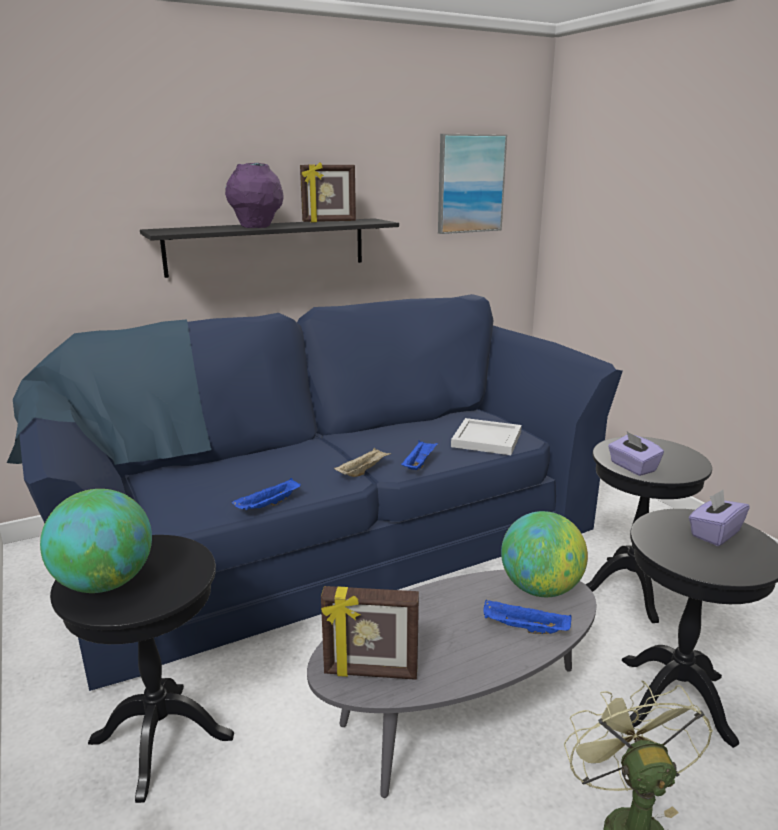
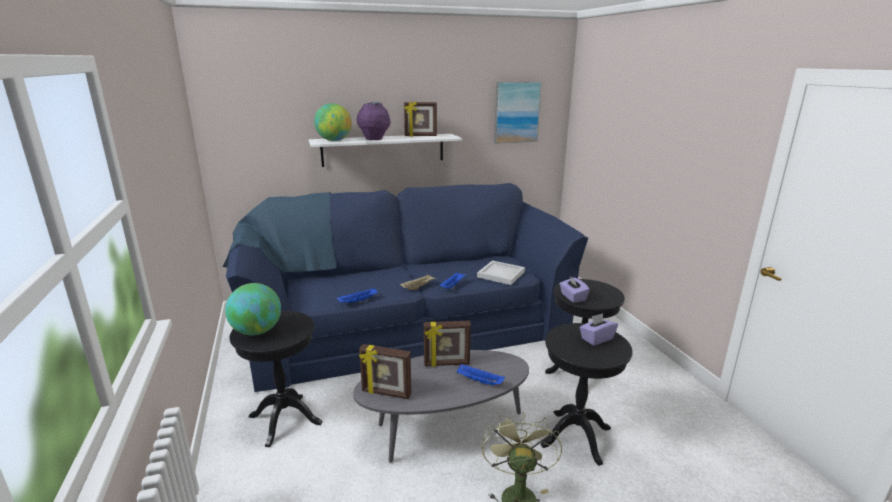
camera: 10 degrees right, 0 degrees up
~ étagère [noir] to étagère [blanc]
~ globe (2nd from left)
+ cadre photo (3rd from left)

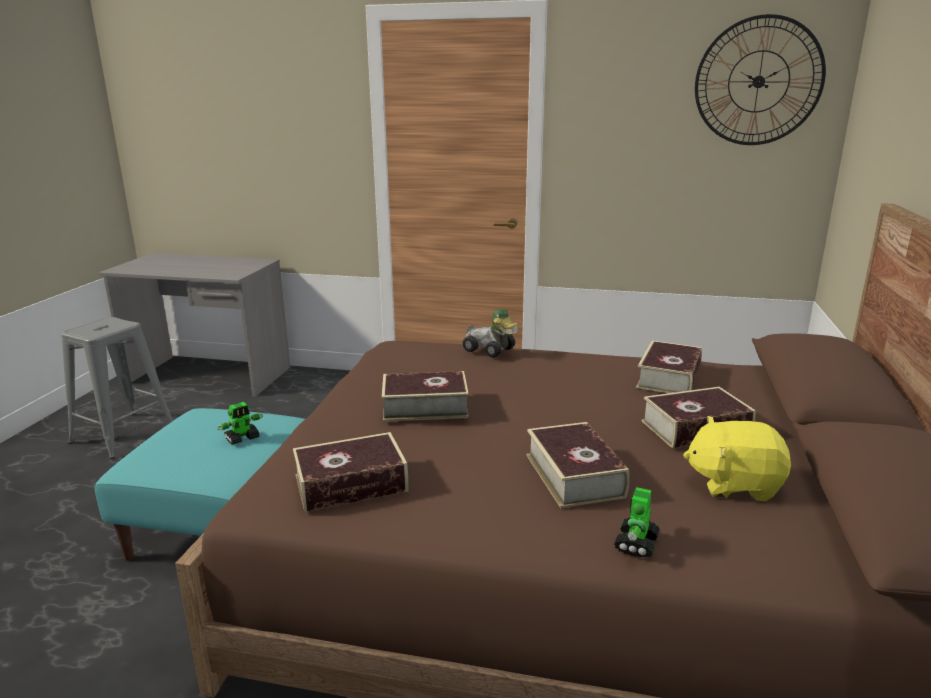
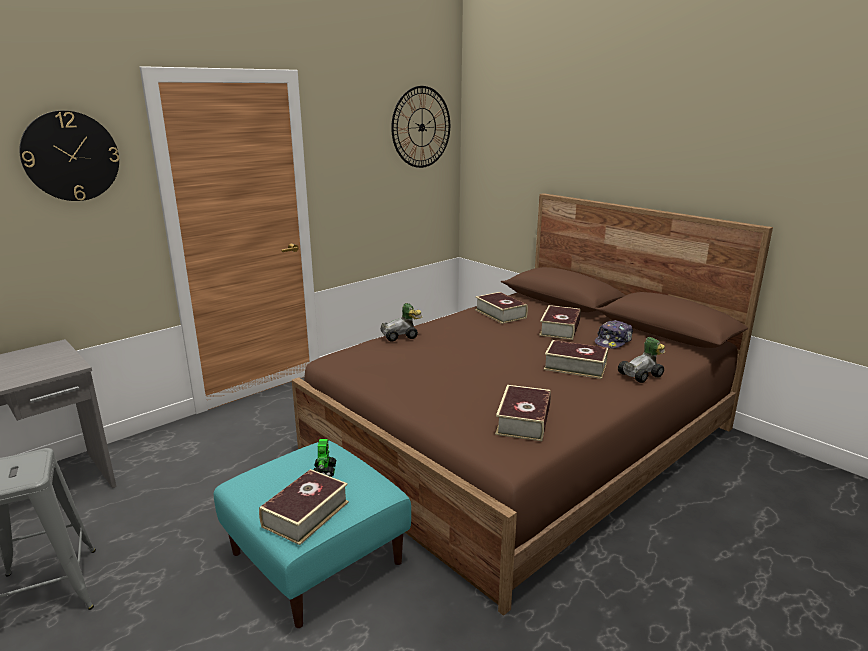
camera: 55 degrees left, 0 degrees up
~ livre (2nd from left in the first image) to livre (1st from left)
~ peluche [jaune] to casquette
~ robot jouet (2nd from left) to petite voiture (2nd from left)
+ horloge murale (1st from left)

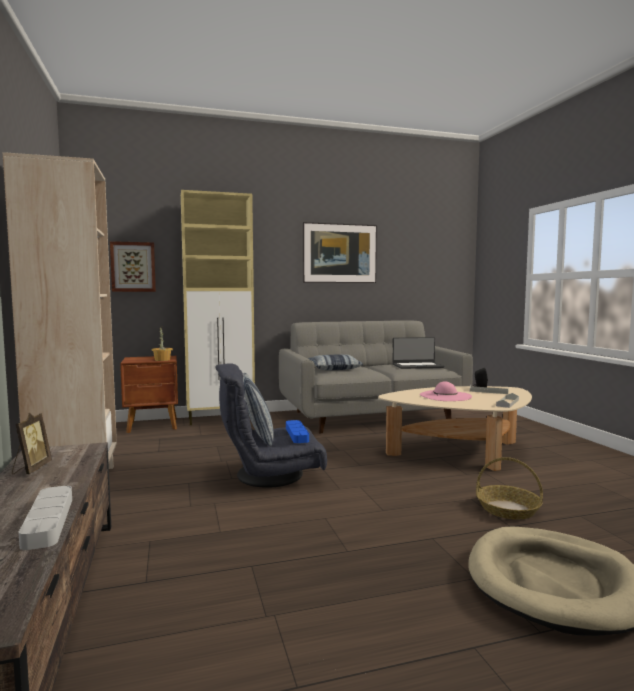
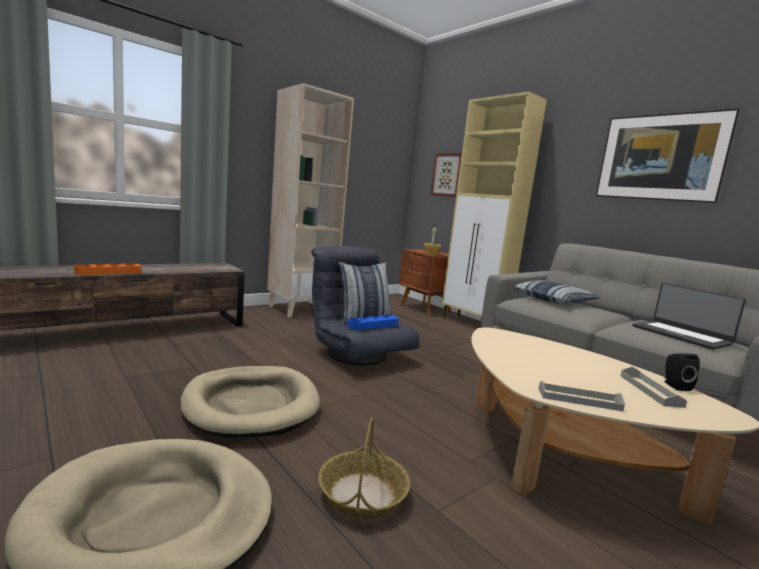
camera: 65 degrees right, 5 degrees up
- chapeau [rose]
- cadre photo
~ plateau [gris] (1st from left) to plateau [orange]
+ panier pour chien [beige] (2nd from left)

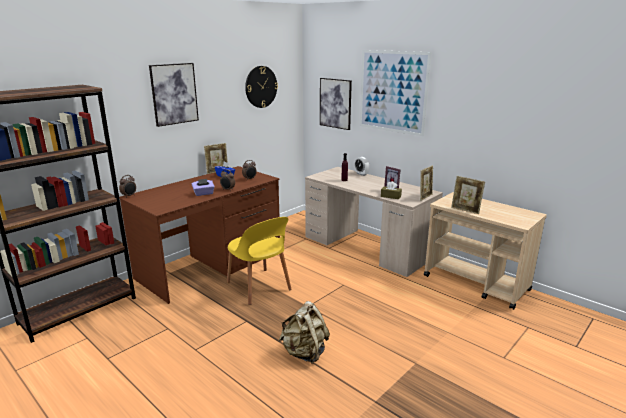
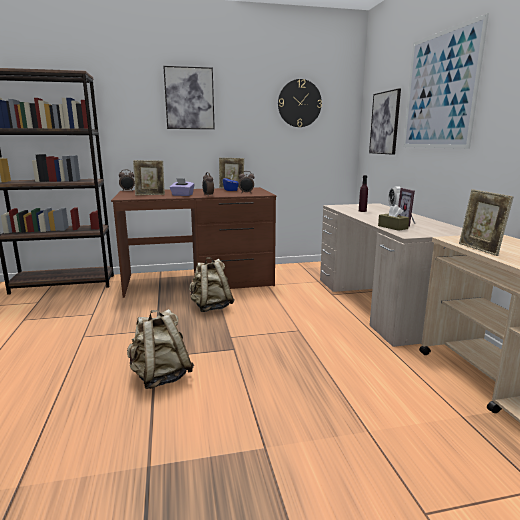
camera: 35 degrees right, 5 degrees down
~ cadre photo (3rd from left in the first image) to cadre photo (1st from left)
~ chaise [jaune] to sac à dos [beige] (2nd from left)

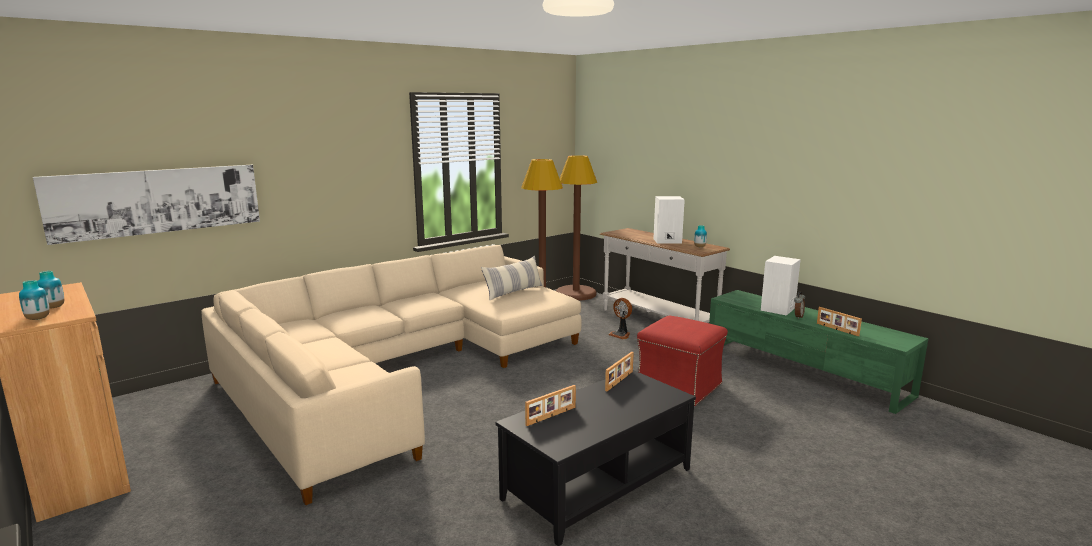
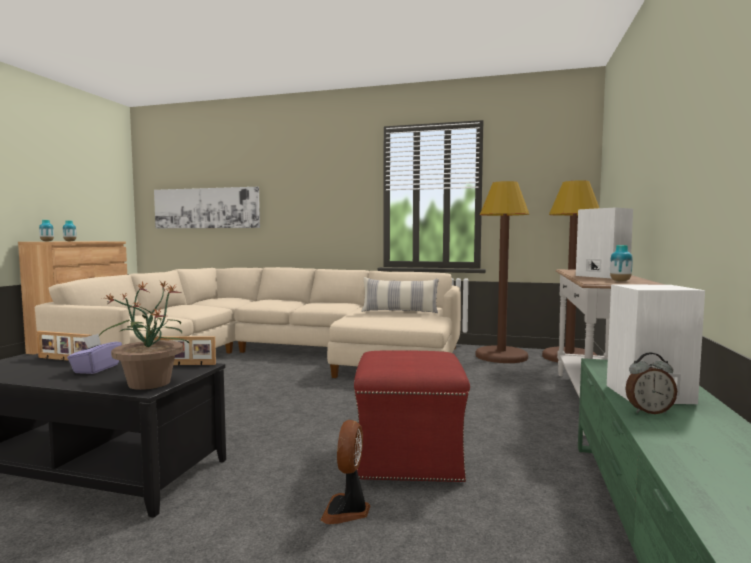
camera: 55 degrees right, 10 degrees down
~ ventilateur
- cadre photo (3rd from left)
+ plante en pot
+ boîte à mouchoirs [violet]

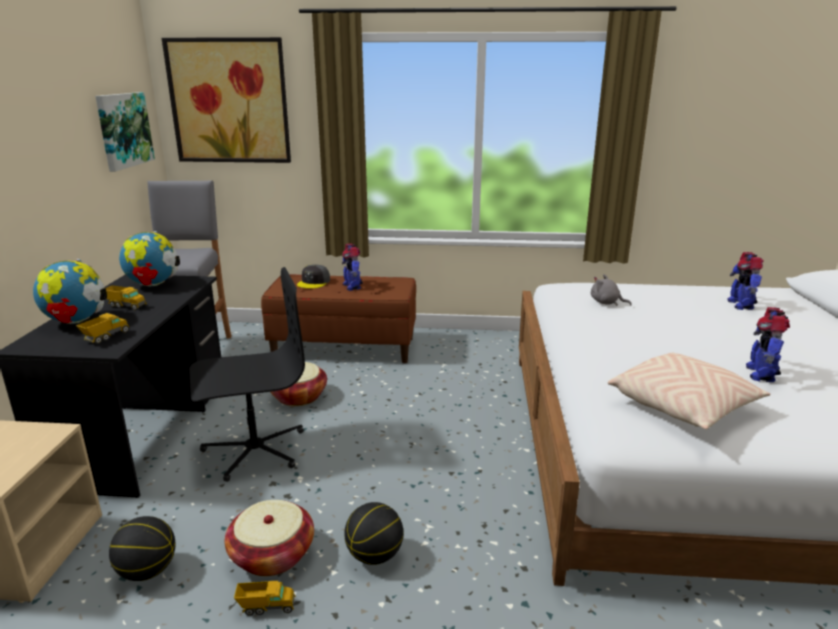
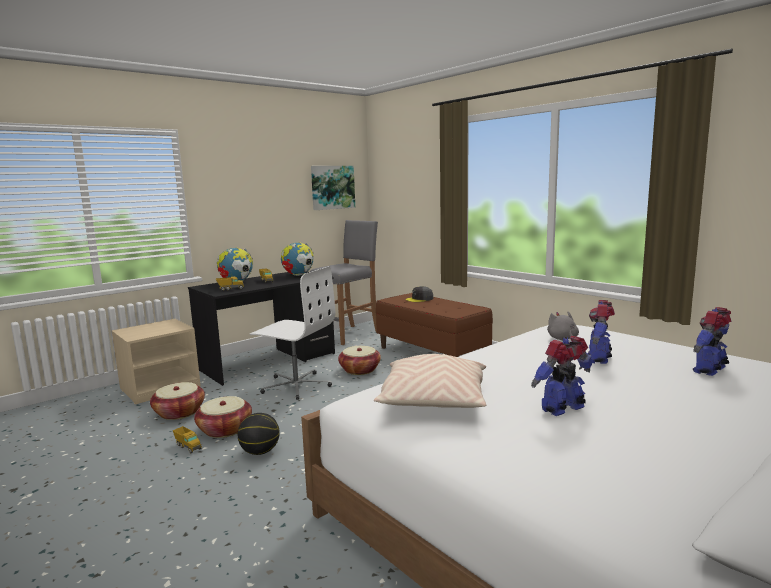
camera: 45 degrees right, 10 degrees down
- tableau (2nd from left)
~ robot jouet (1st from left in the first image) to robot jouet (2nd from left)
~ chaise de bureau [noir] to chaise de bureau [blanc]
~ ballon de basket (1st from left) to panier (1st from left)

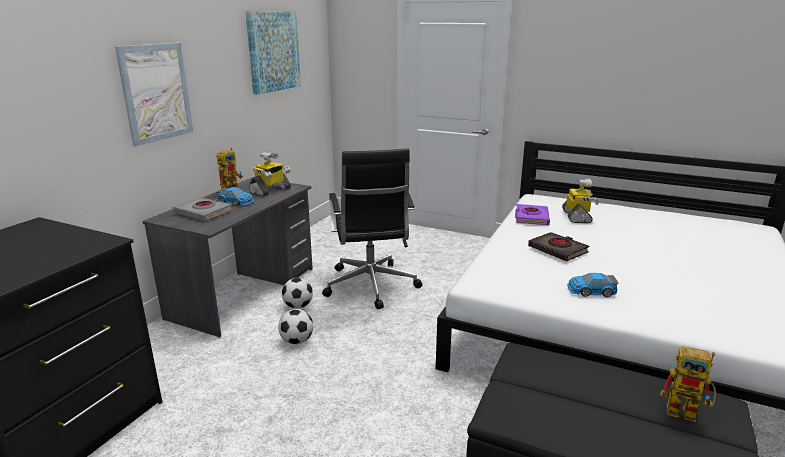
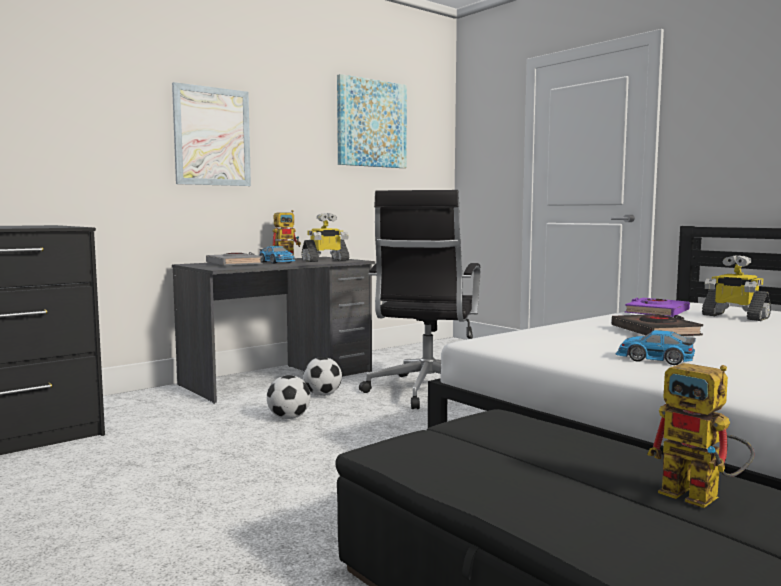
camera: 25 degrees right, 15 degrees down
~ robot jouet (3rd from left in the first image) 105 degrees clockwise

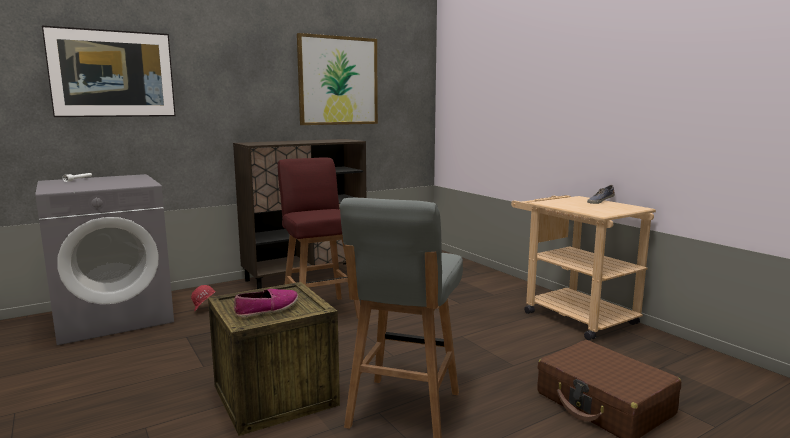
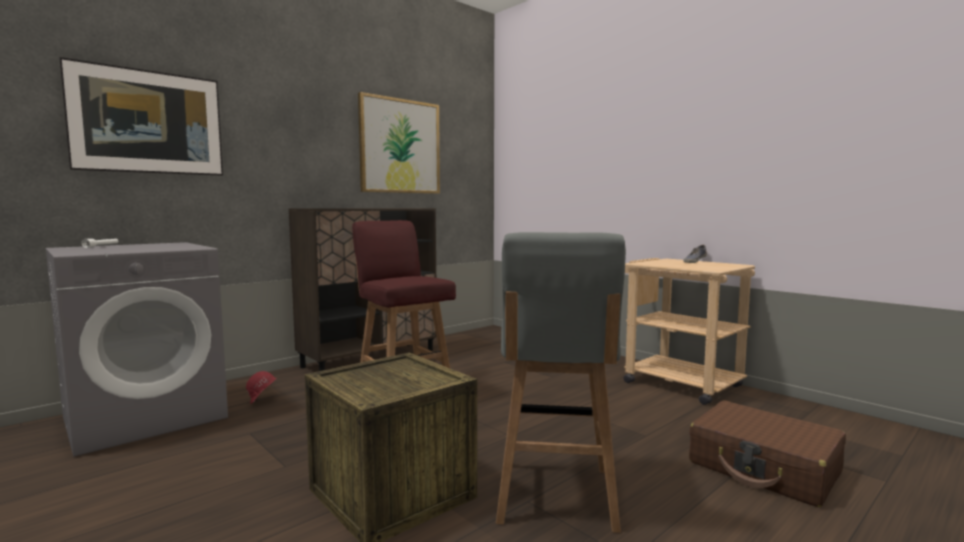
camera: 10 degrees left, 5 degrees down
- chaussure (1st from left)

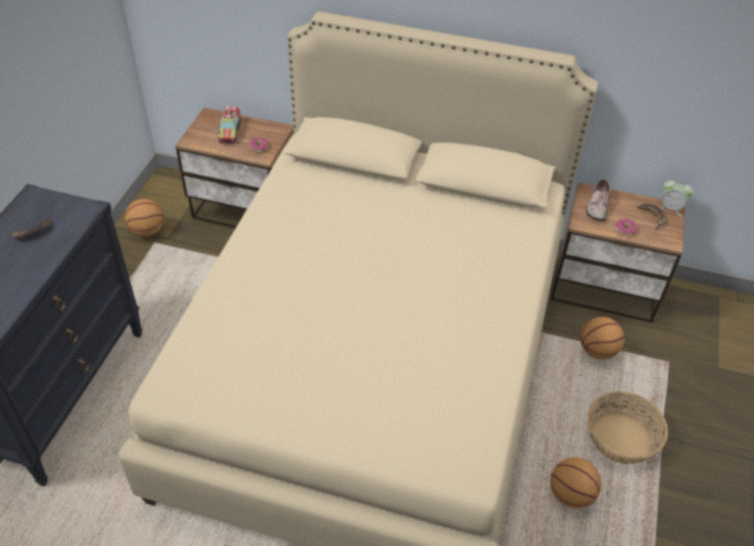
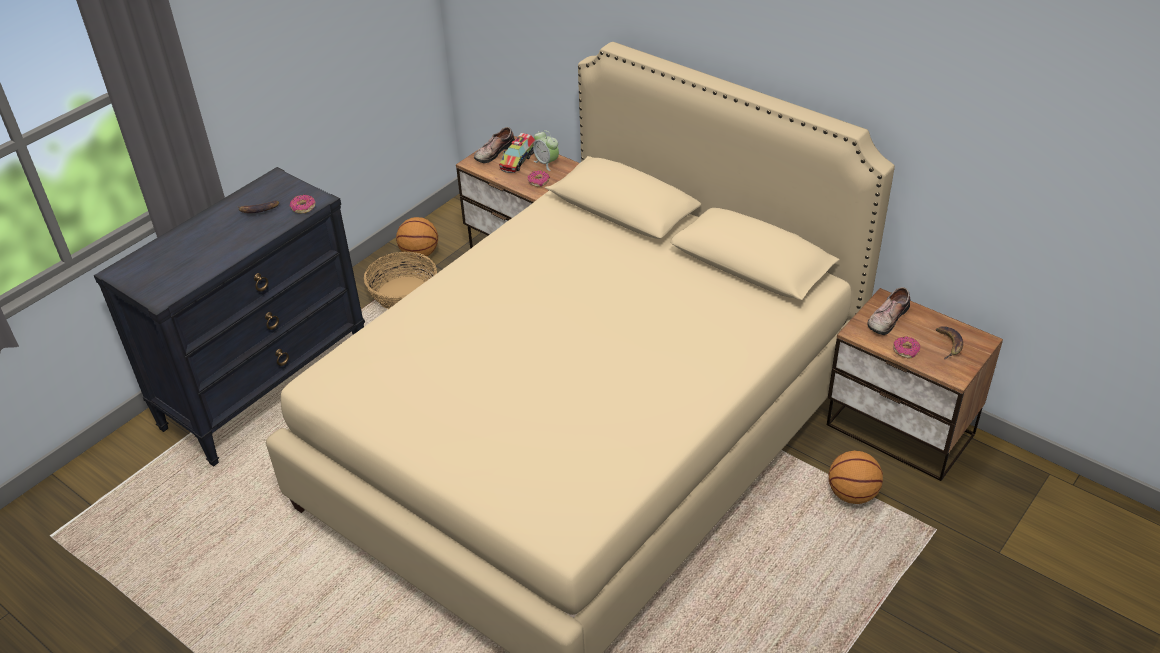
camera: 25 degrees right, 5 degrees down
~ réveil
~ panier
- ballon de basket (2nd from left)
+ chaussure (1st from left)
+ beignet (1st from left)

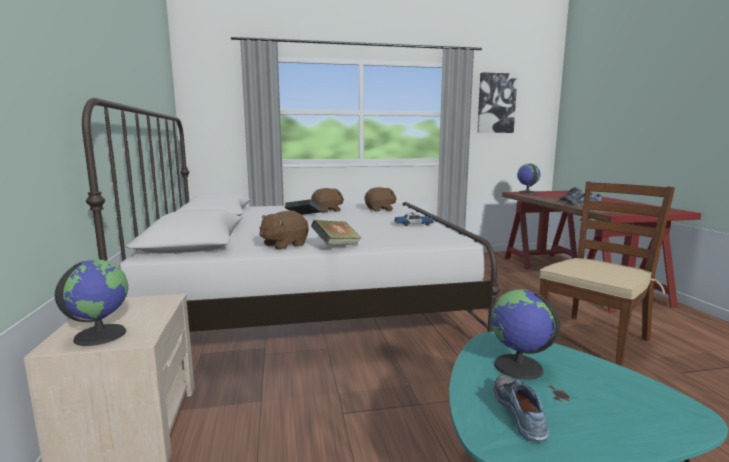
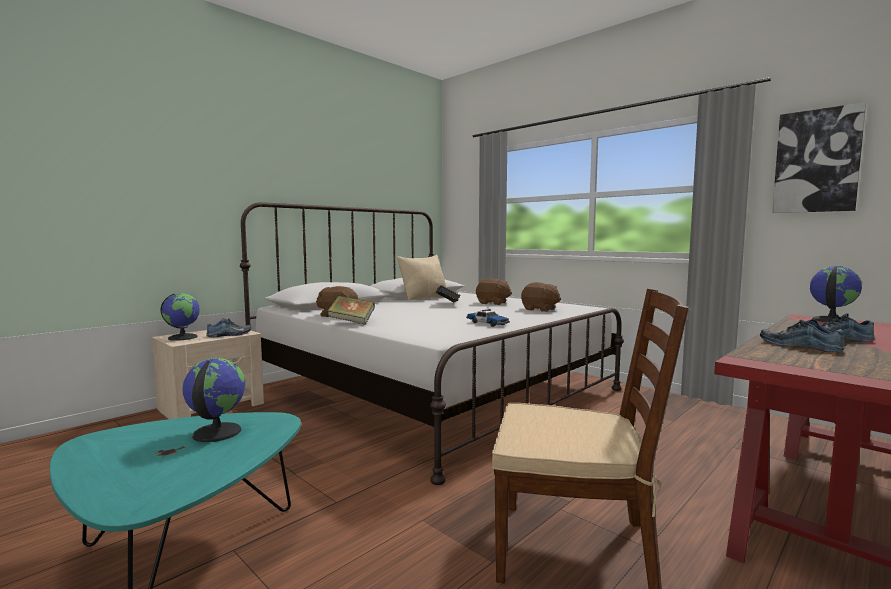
camera: 55 degrees right, 5 degrees down
~ chaussure (1st from left)
+ coussin [beige]

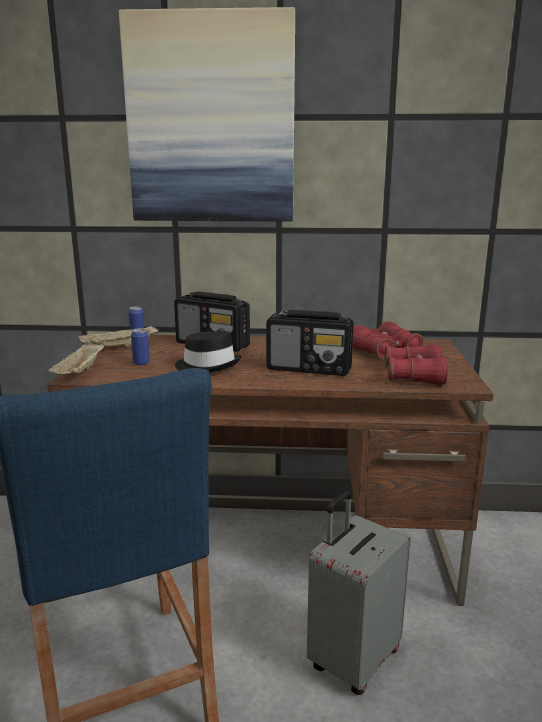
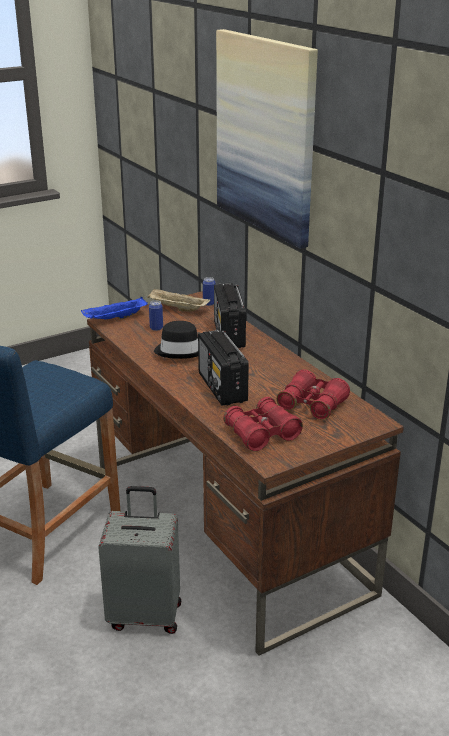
camera: 55 degrees right, 10 degrees up
~ plateau [beige] (1st from left) to plateau [bleu]

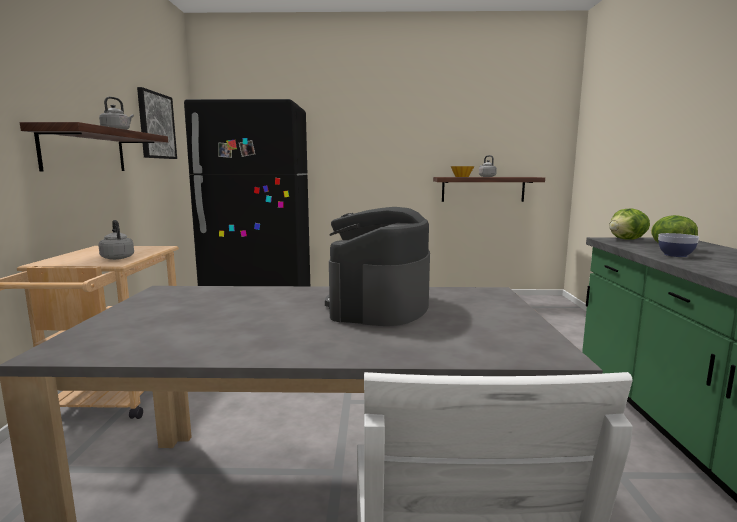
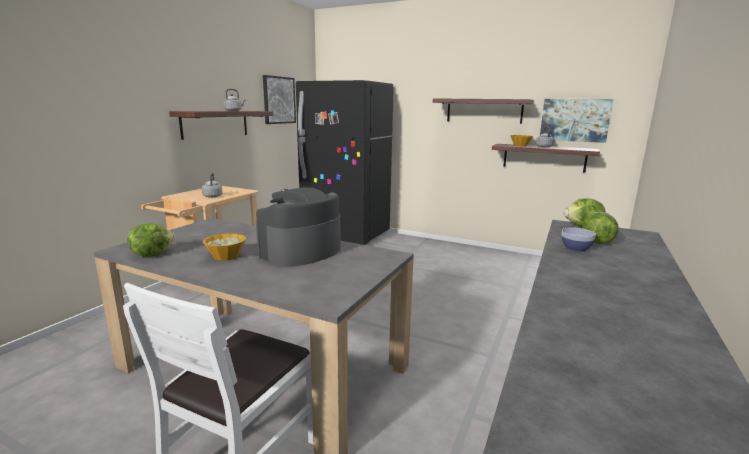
camera: 25 degrees right, 5 degrees up
+ étagère (2nd from left)
+ tableau (2nd from left)
+ laitue (1st from left)
+ bol (1st from left)

